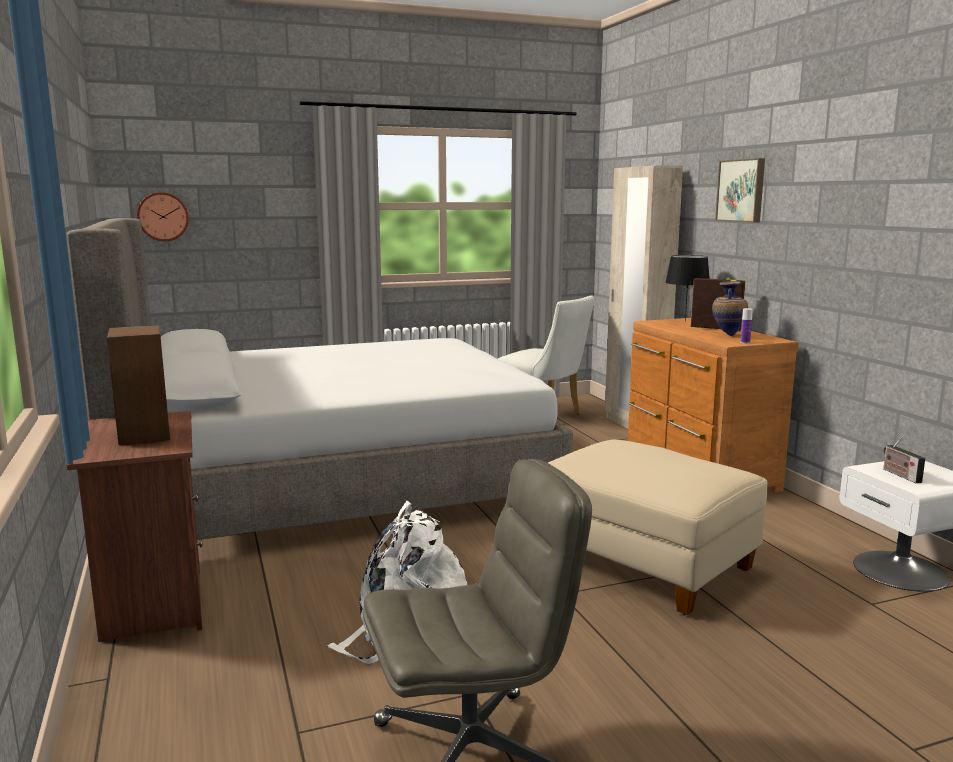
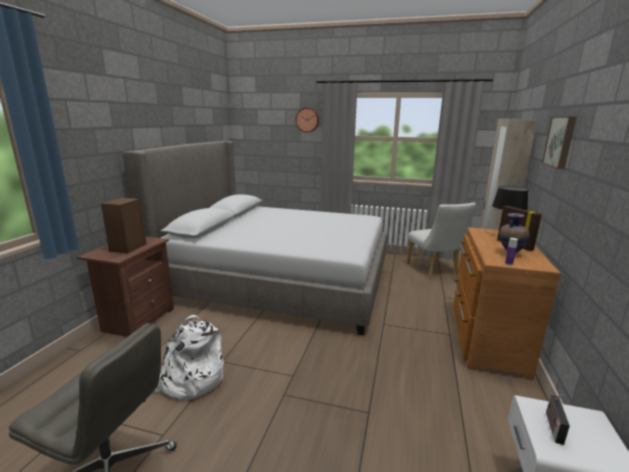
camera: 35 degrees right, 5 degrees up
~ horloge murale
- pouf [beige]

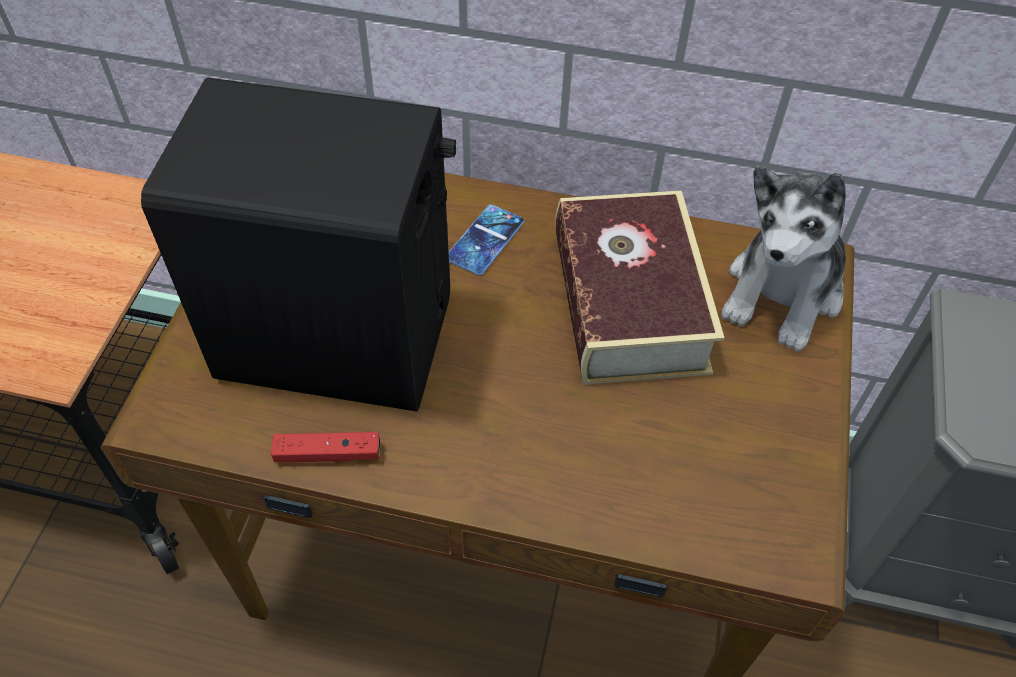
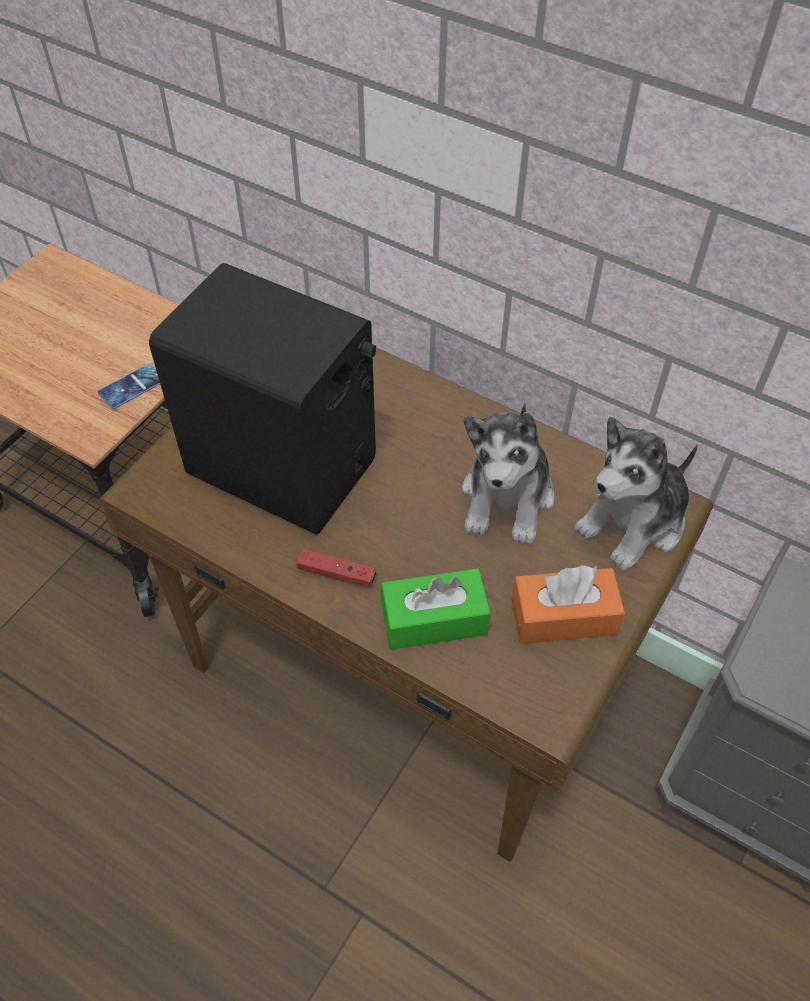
camera: 20 degrees right, 0 degrees up
~ livre to peluche (1st from left)
~ téléphone
~ manette [rouge]
+ boîte à mouchoirs [orange]
+ boîte à mouchoirs [vert]

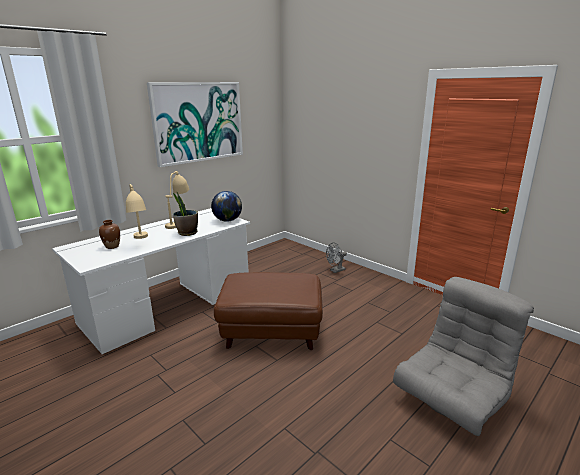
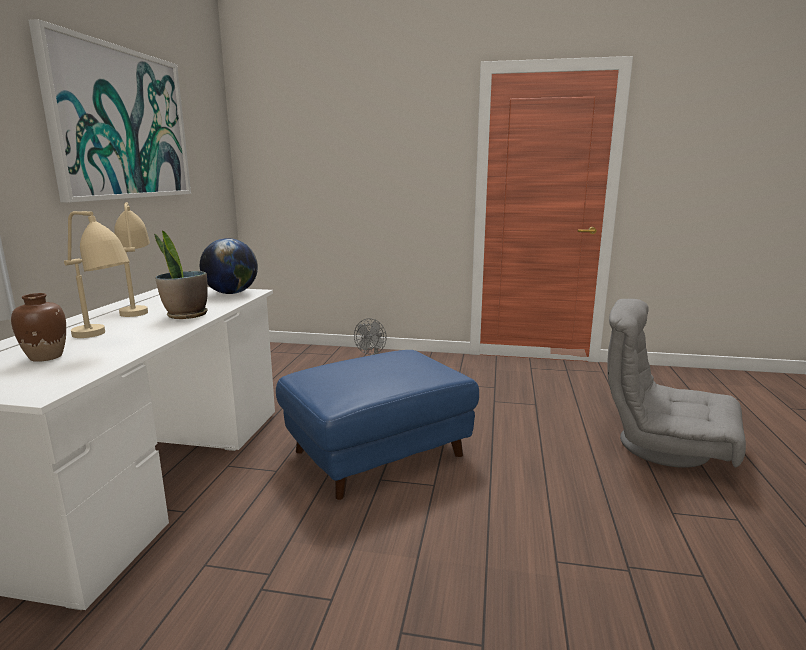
camera: 35 degrees left, 5 degrees down
~ pouf [marron] to pouf [bleu]
~ fauteuil [gris] 75 degrees counterclockwise

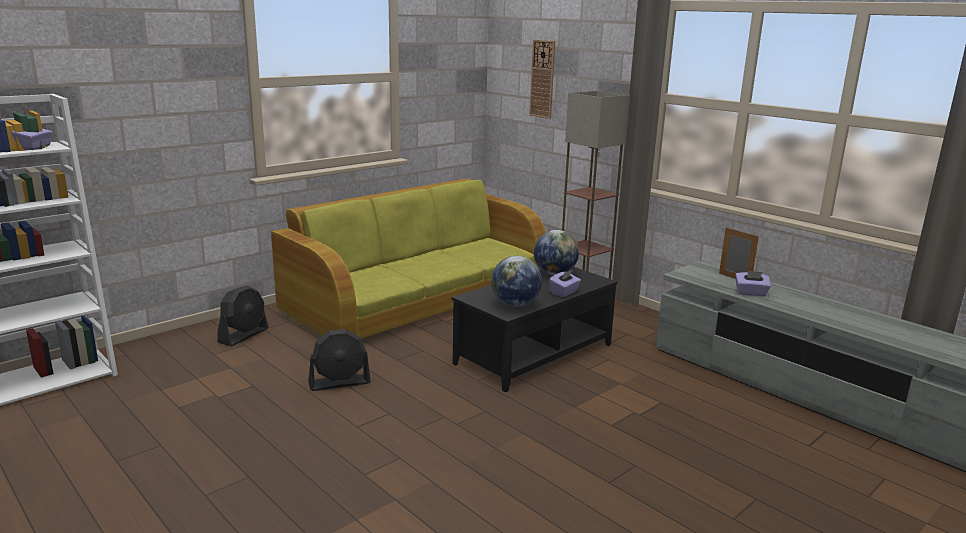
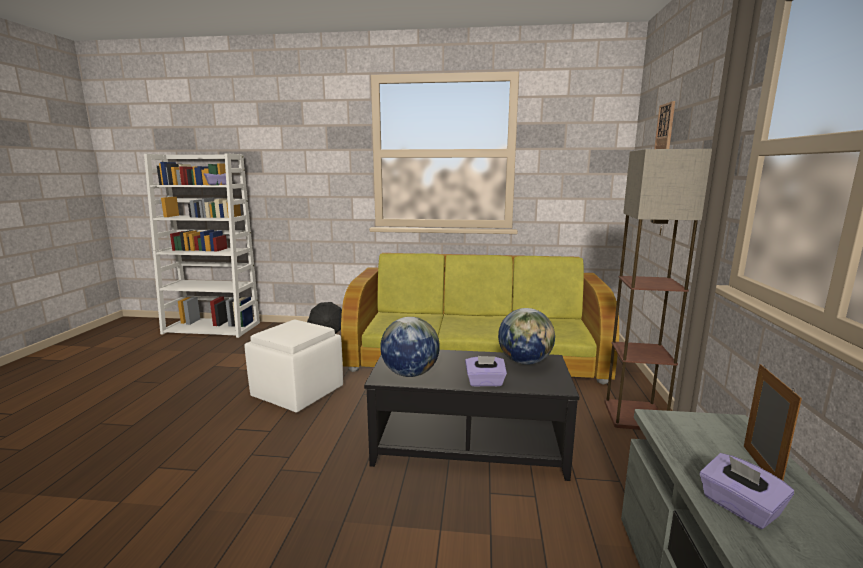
camera: 50 degrees right, 5 degrees down
~ ventilateur [noir] (2nd from left) to pouf [blanc]

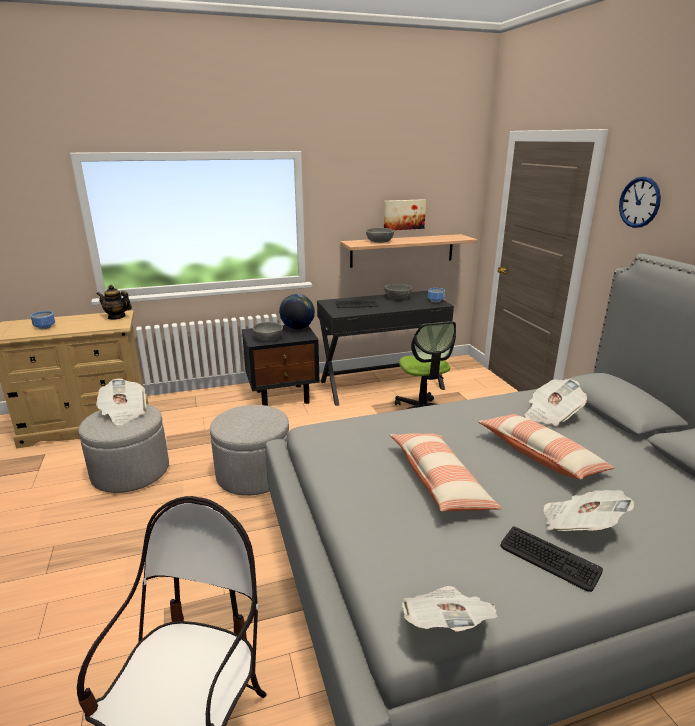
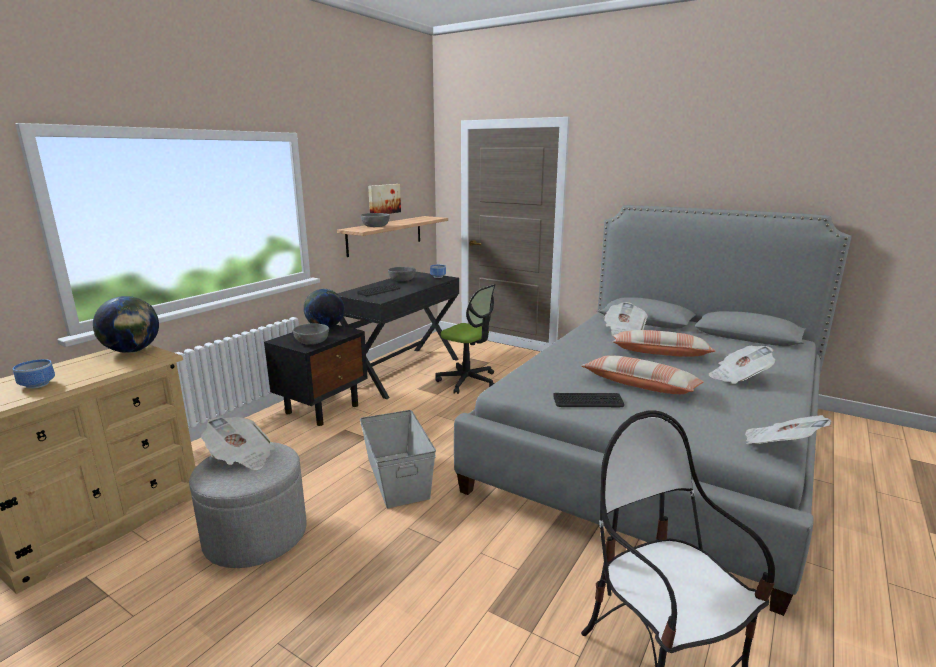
camera: 40 degrees left, 5 degrees down
- horloge murale
~ théière to globe (1st from left)
~ pouf [gris] (2nd from left) to boîte de rangement [gris]
~ clavier (2nd from left)

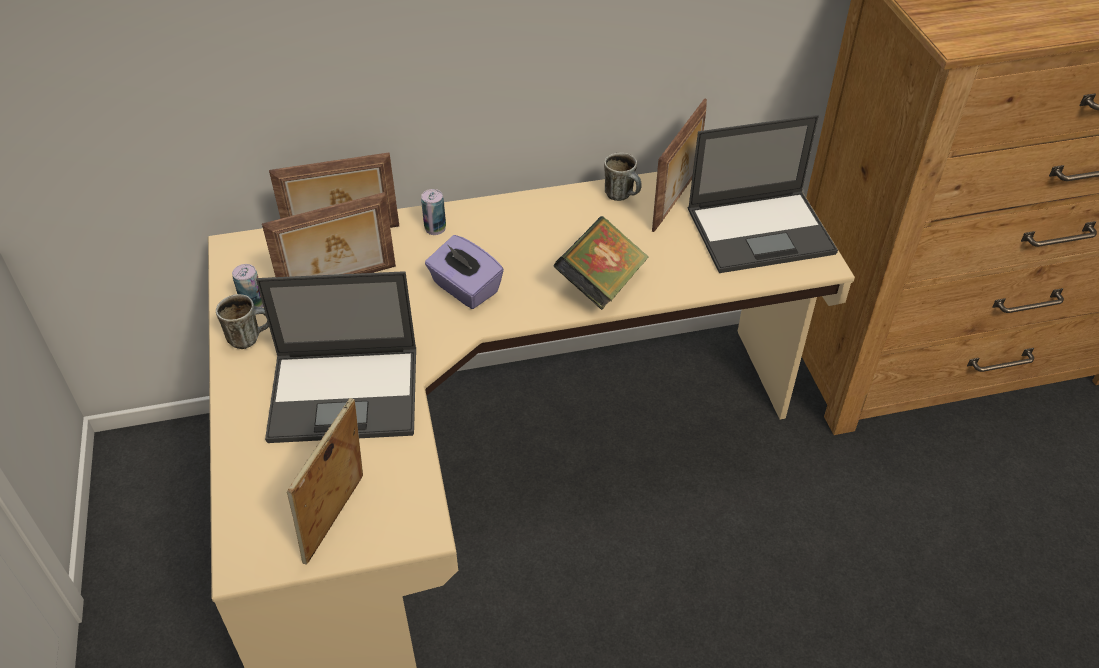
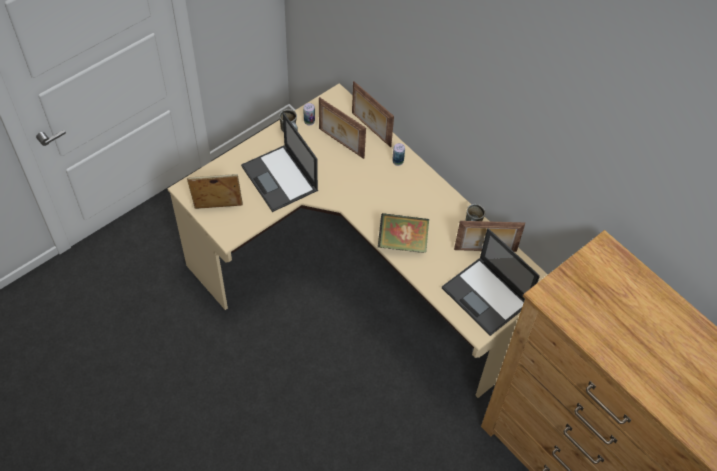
camera: 60 degrees right, 10 degrees up
- boîte à mouchoirs [violet]

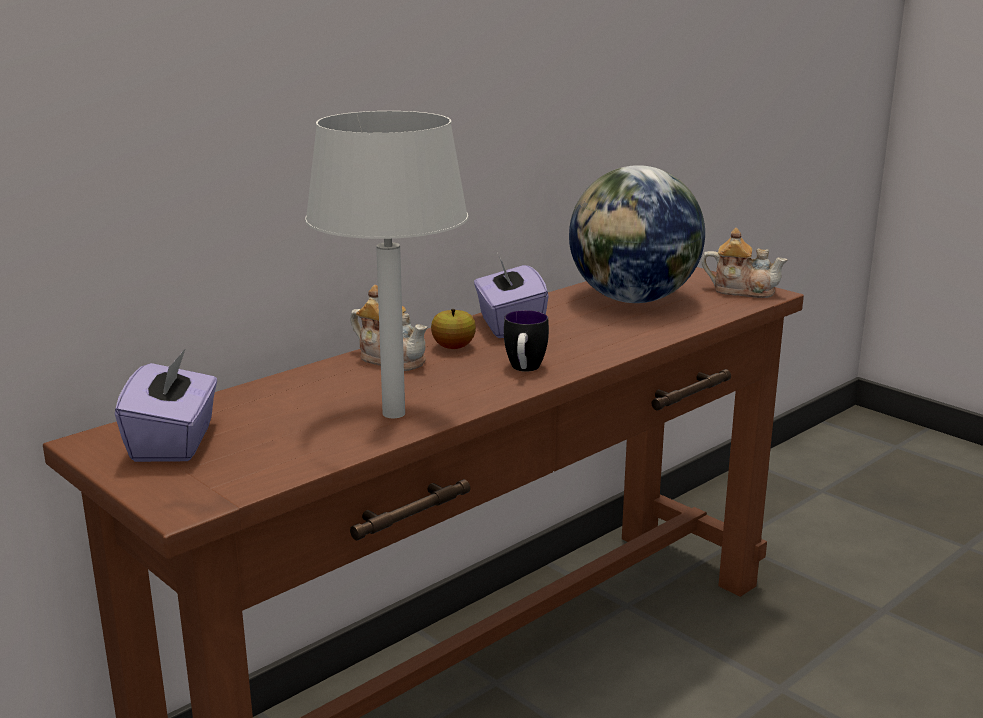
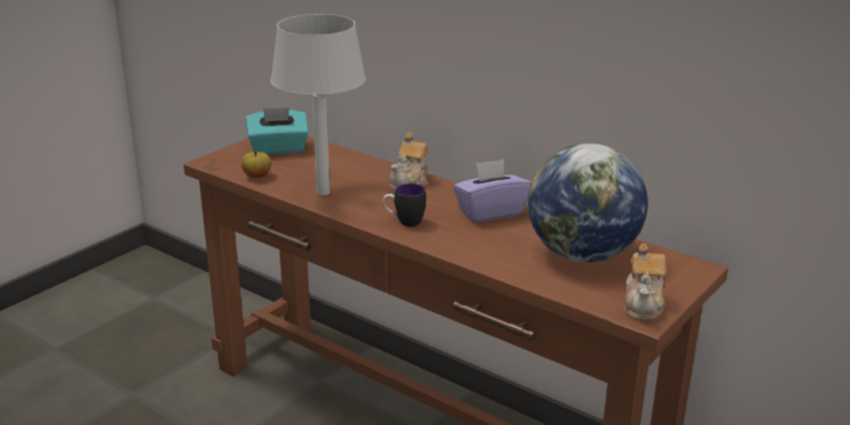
camera: 80 degrees right, 5 degrees up
~ pomme
~ boîte à mouchoirs [violet] (1st from left) to boîte à mouchoirs [turquoise]

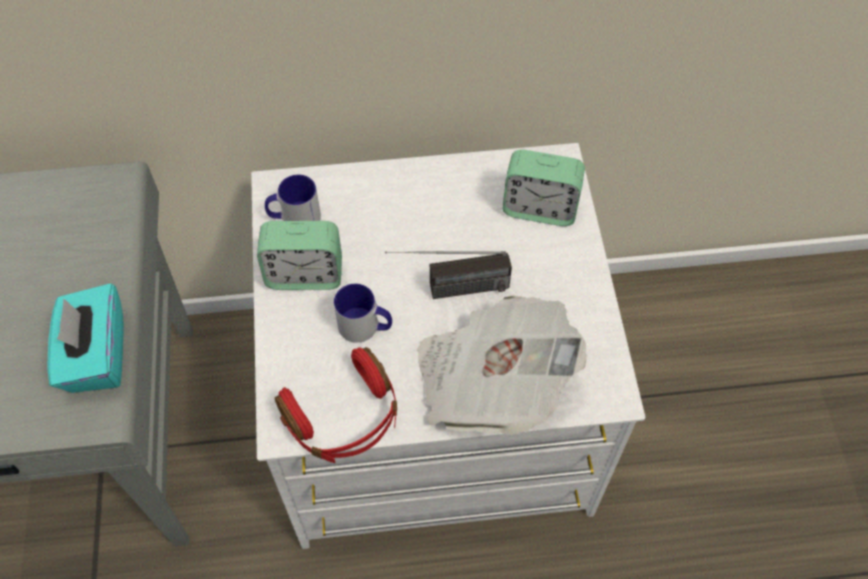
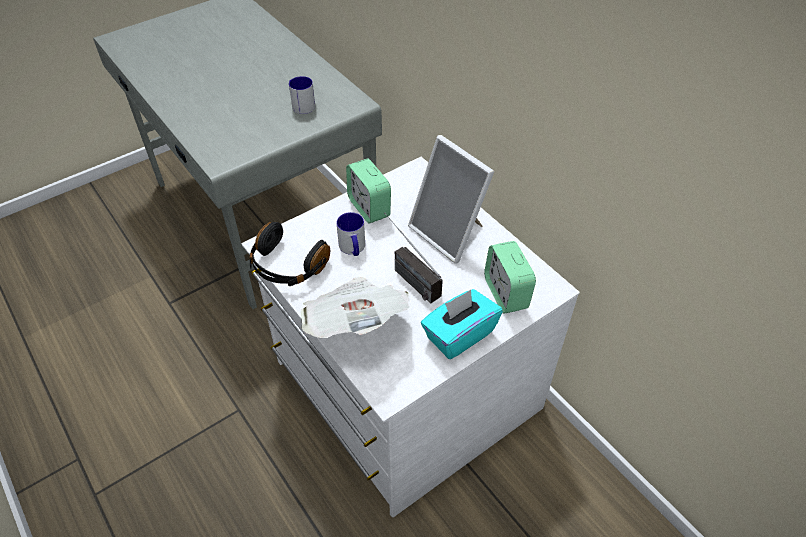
camera: 60 degrees right, 10 degrees down
~ mug (1st from left)
~ boîte à mouchoirs [turquoise]
~ casque audio [rouge] to casque audio [noir]
+ cadre photo

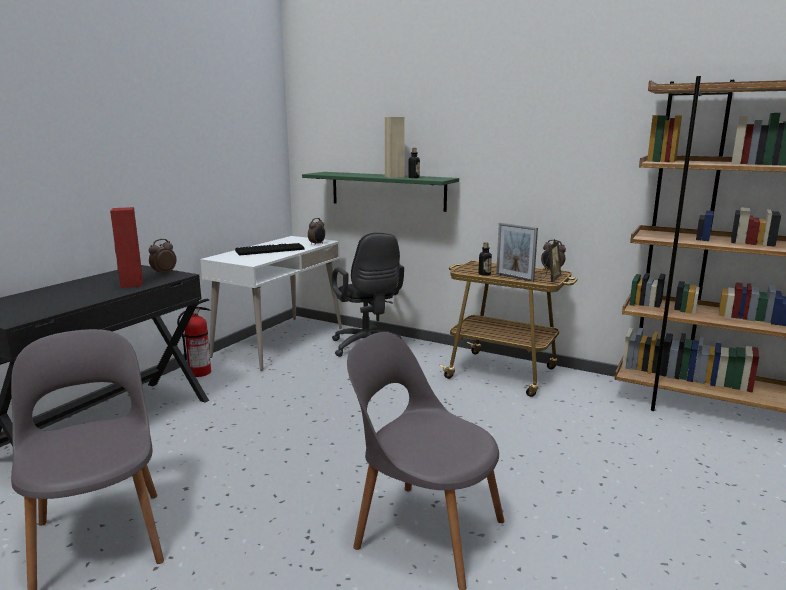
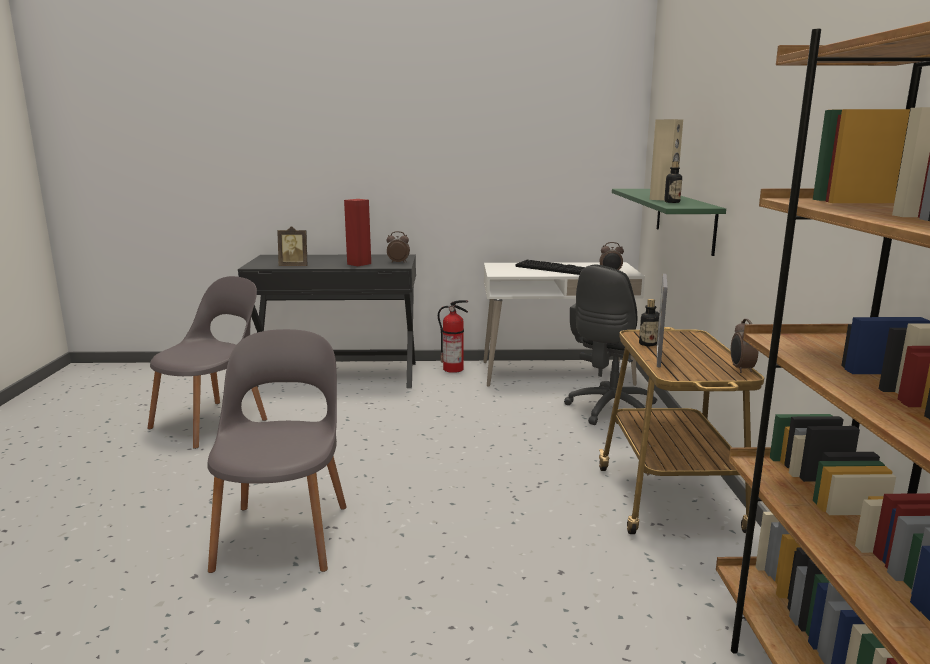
camera: 60 degrees right, 0 degrees up
~ cadre photo (2nd from left in the first image) to cadre photo (1st from left)

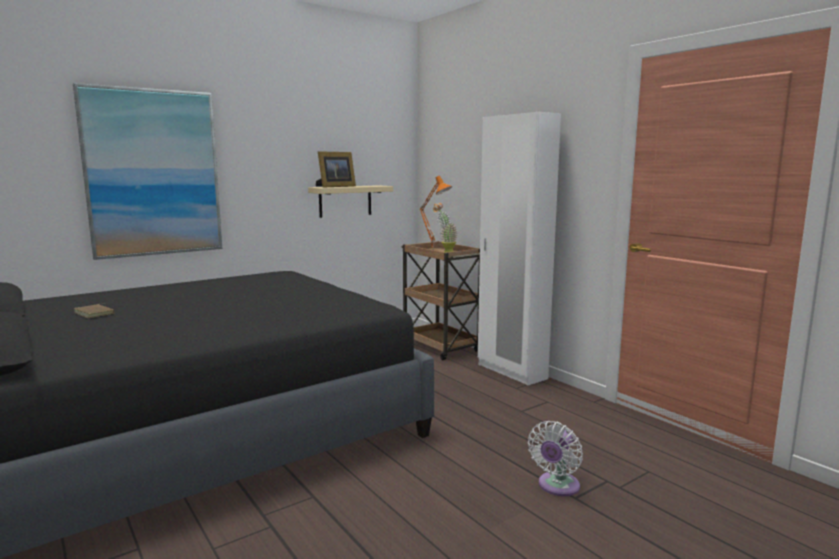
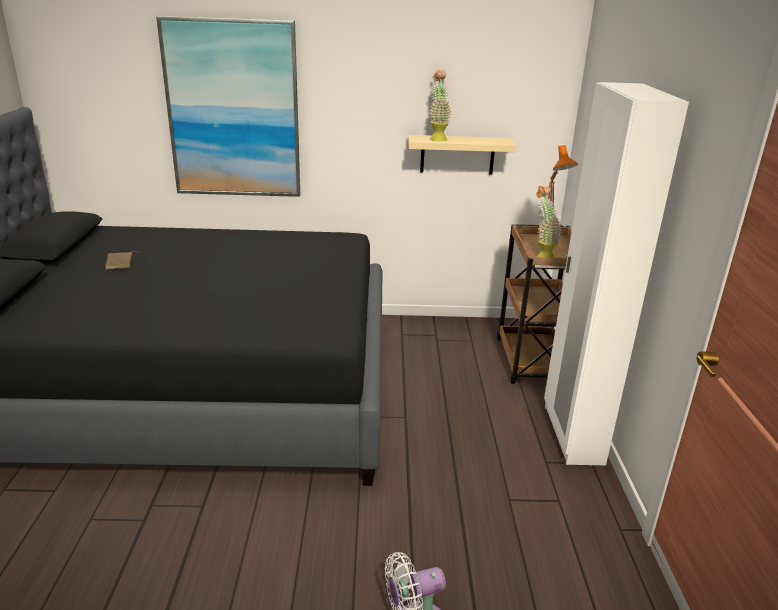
camera: 35 degrees right, 15 degrees up
~ cadre photo to plante en pot (1st from left)

